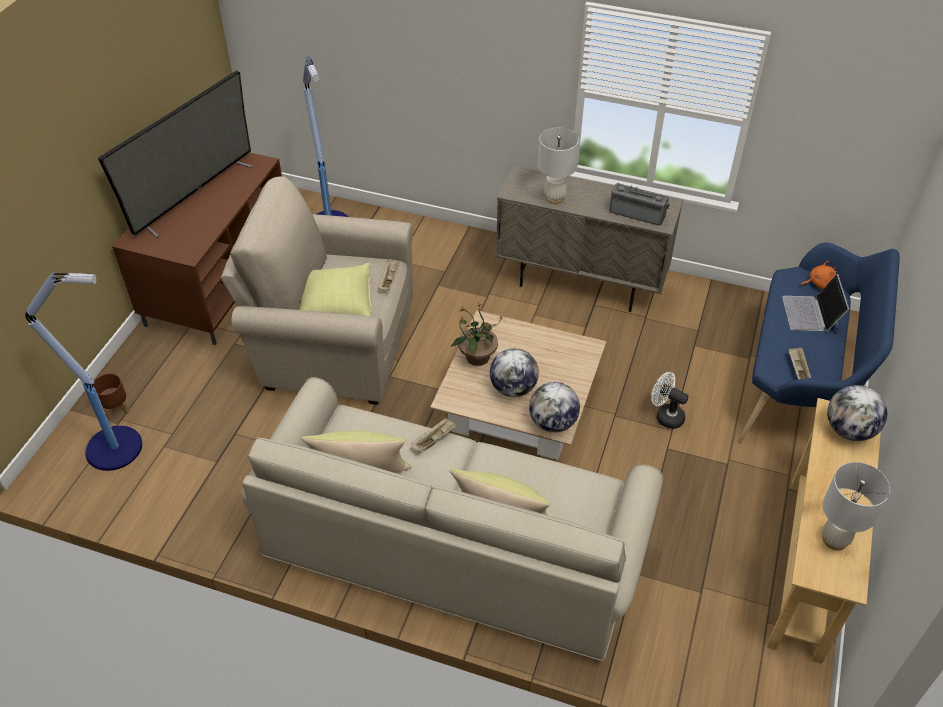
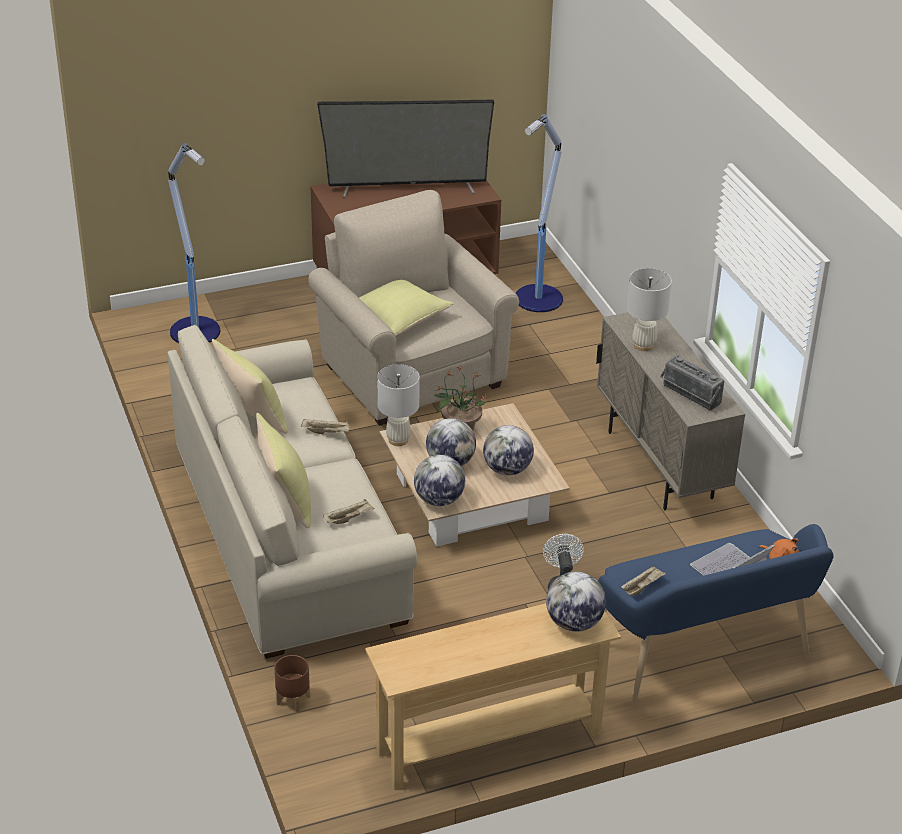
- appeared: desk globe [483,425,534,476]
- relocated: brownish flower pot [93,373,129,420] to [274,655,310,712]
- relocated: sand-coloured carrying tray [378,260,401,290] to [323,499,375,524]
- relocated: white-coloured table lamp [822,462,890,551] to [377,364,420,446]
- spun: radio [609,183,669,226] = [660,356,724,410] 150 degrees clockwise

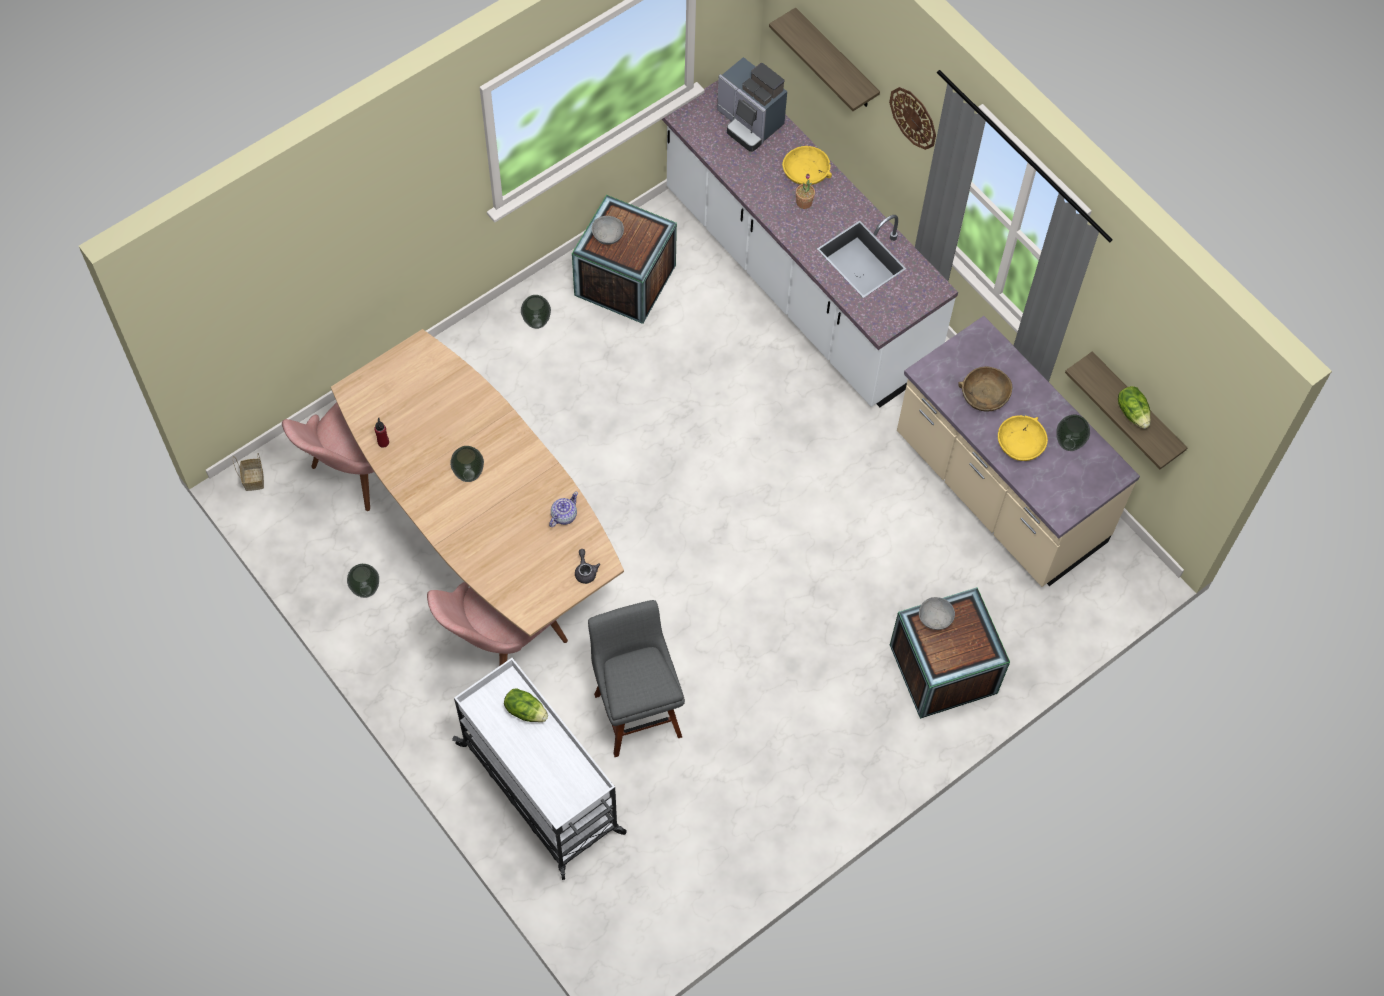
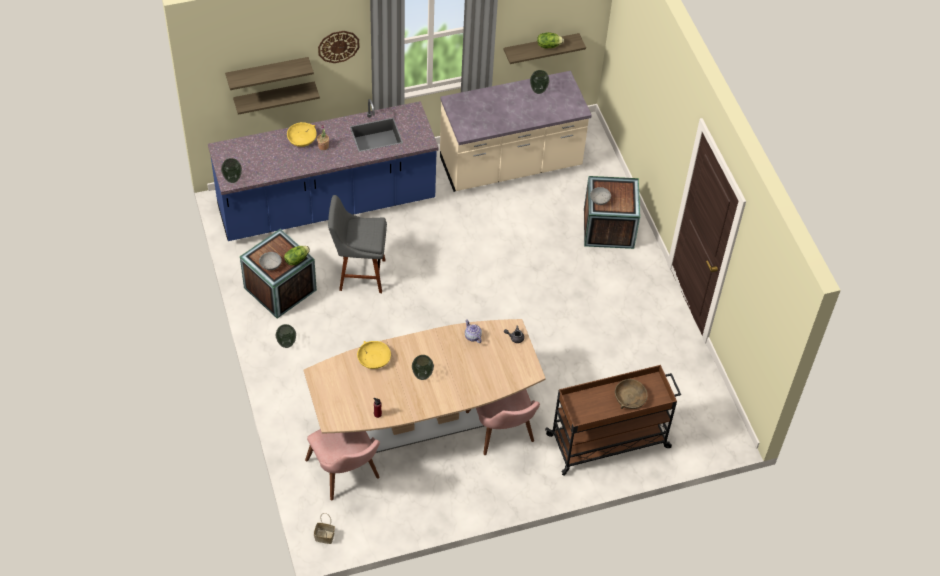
- missing: coffee machine [717,57,787,152]
- appeared: shelf [233,81,320,115]
- relocated: flower vase [347,564,379,598] to [221,158,242,183]
- relocated: head of lettuce [504,688,548,722] to [284,246,310,265]
- relocated: gray stool seat [588,600,685,757] to [328,195,387,293]
- relocated: brownish bowl [958,366,1012,412] to [615,379,648,409]
- relocated: yellowish bowl [998,415,1048,461] to [357,341,391,369]
- colour: white-coloured trolley [452,658,627,880] to brownish trolley [545,365,681,476]
- colour: white-coloured counter [662,80,958,407] to blue-coloured counter [208,99,439,241]

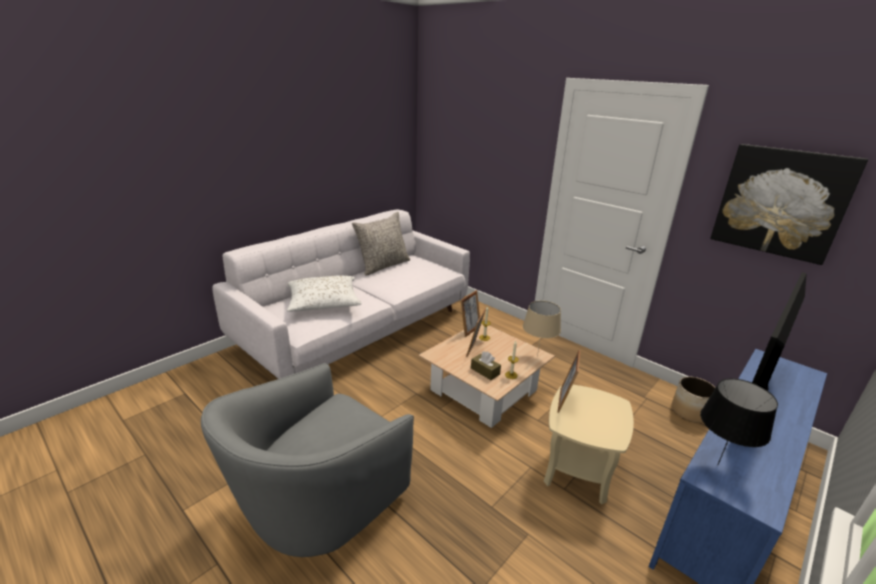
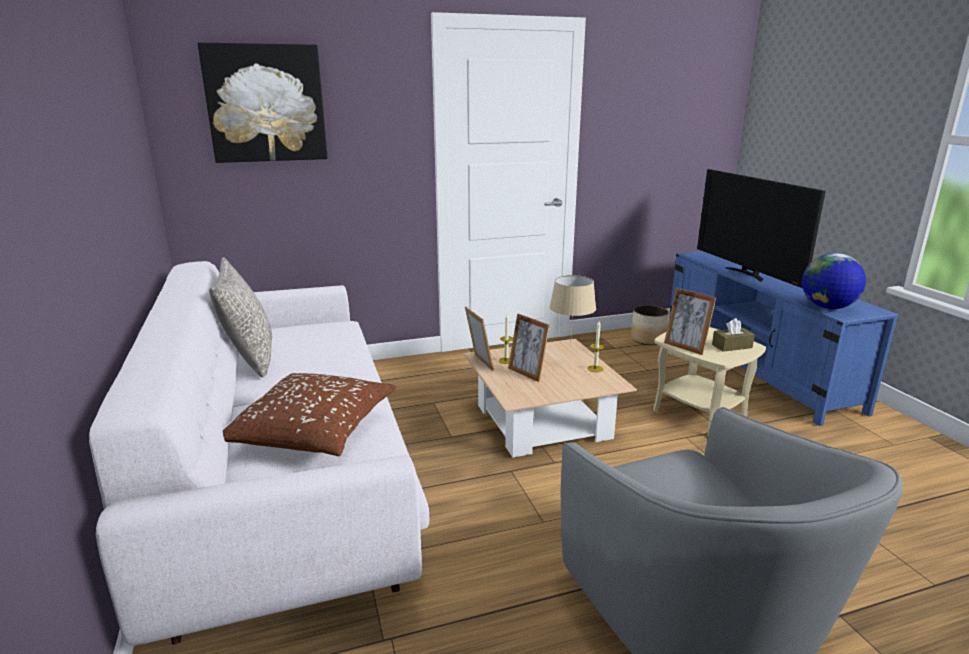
- relocated: brownish box of tissues [471,352,501,380] to [712,318,755,352]
- relocated: wall art [710,144,868,265] to [197,42,328,163]
- exchanged: blackish table lamp [700,378,778,465] to desk globe [802,253,866,309]
- colour: white-coloured pillow [287,275,362,312] to brownish pillow [223,373,396,456]

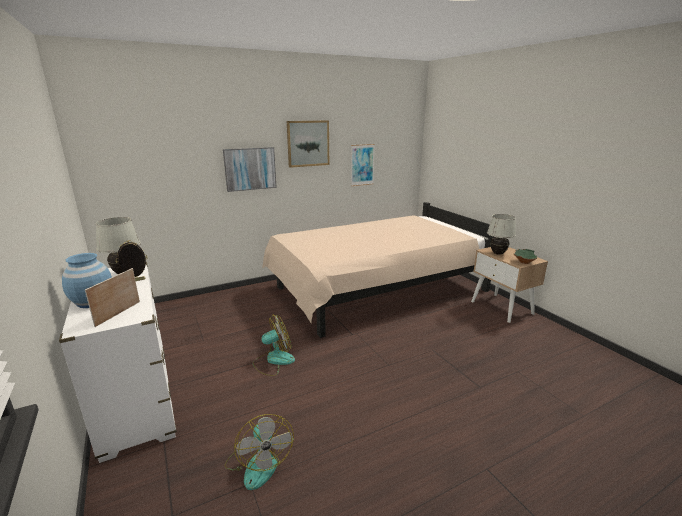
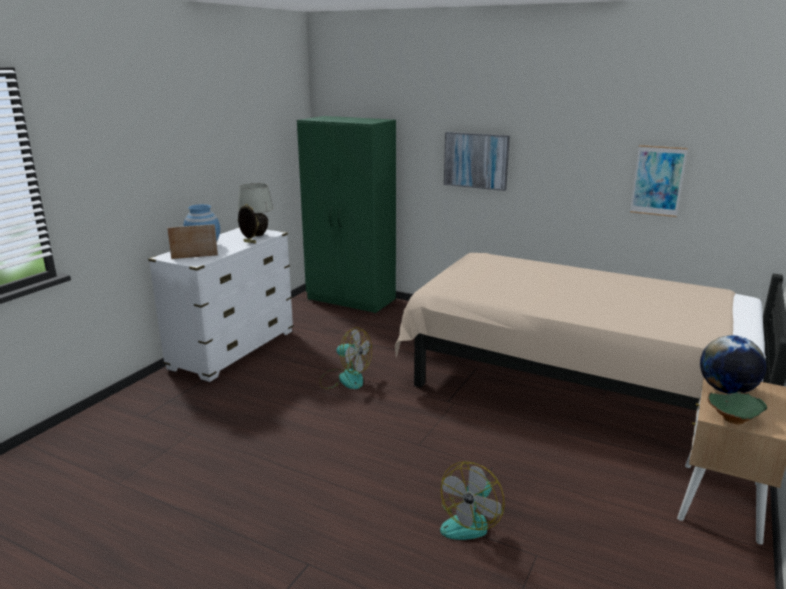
- missing: wall art [287,120,329,168]
- appeared: greenish armoire [297,116,396,313]
- relocated: fan [225,414,294,490] to [440,461,505,540]
- exchanged: white-coloured table lamp [487,214,516,255] to desk globe [700,335,766,394]

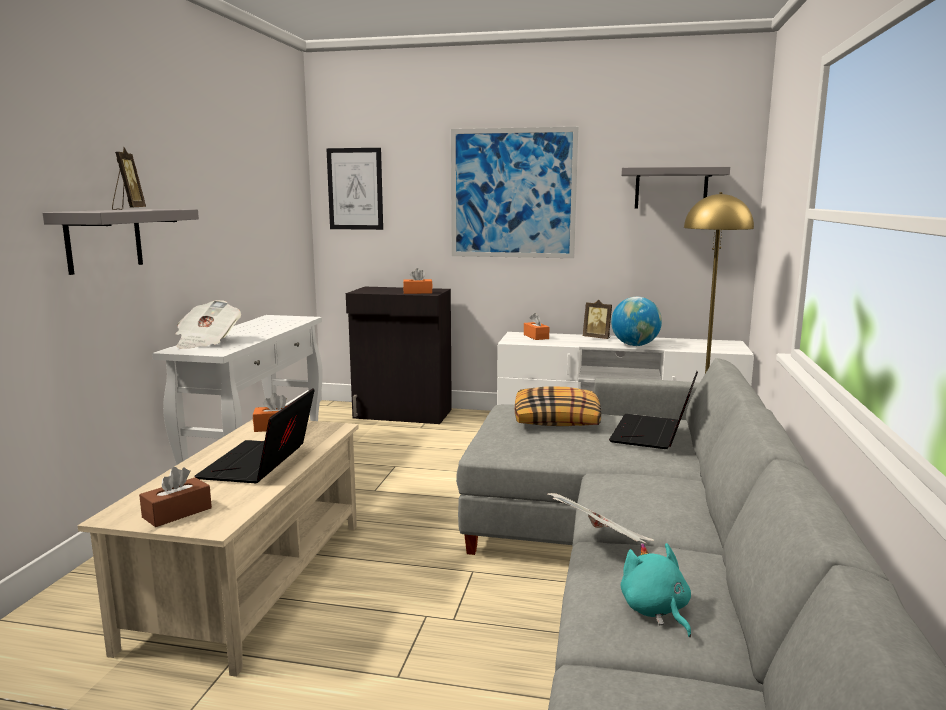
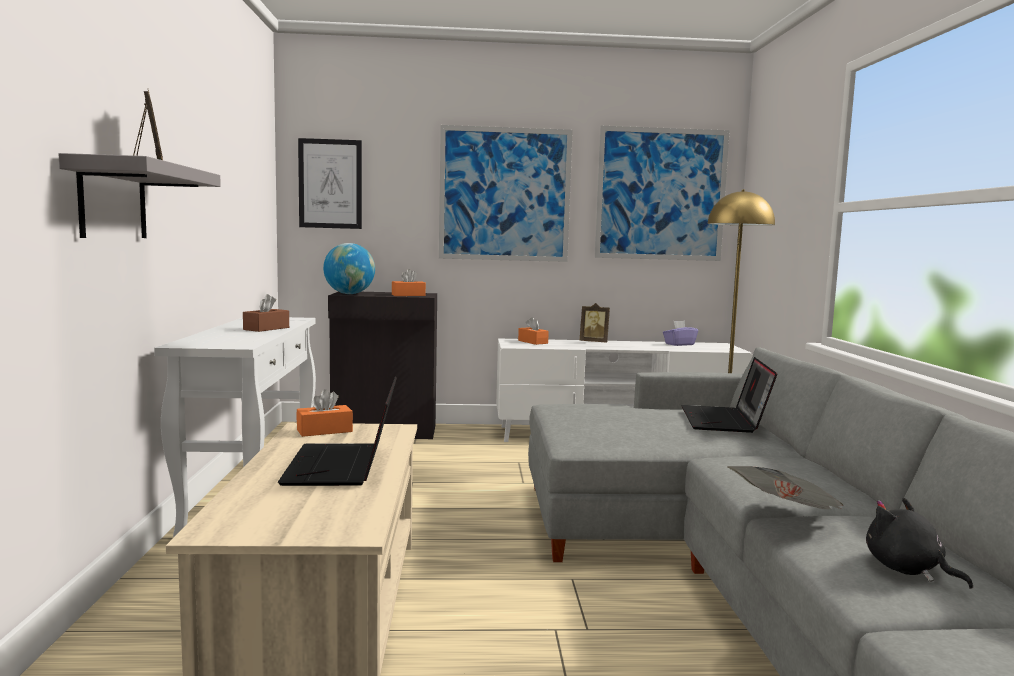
- missing: printed paper [176,300,241,349]
- missing: pillow [515,386,602,426]
- appeared: purple-coloured box of tissues [663,321,698,346]
- relocated: brownish box of tissues [139,467,212,527] to [243,294,289,332]
- relocated: desk globe [611,297,662,346] to [323,243,375,294]
- exchanged: gray shelf [621,167,730,208] to wall art [594,126,730,261]
- colour: turquoise soft toy [621,543,691,637] to blackish soft toy [866,498,973,589]

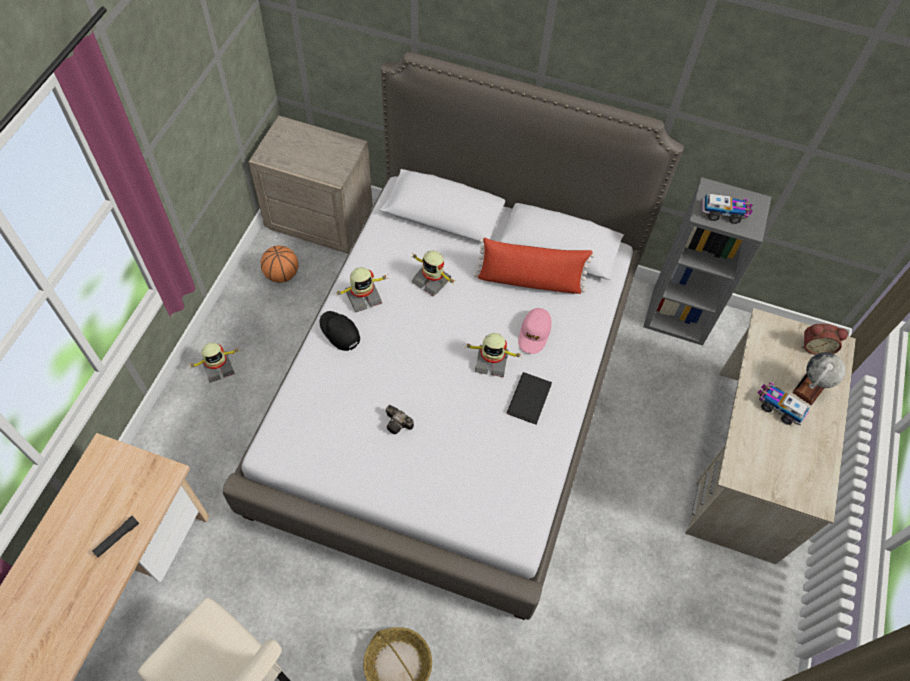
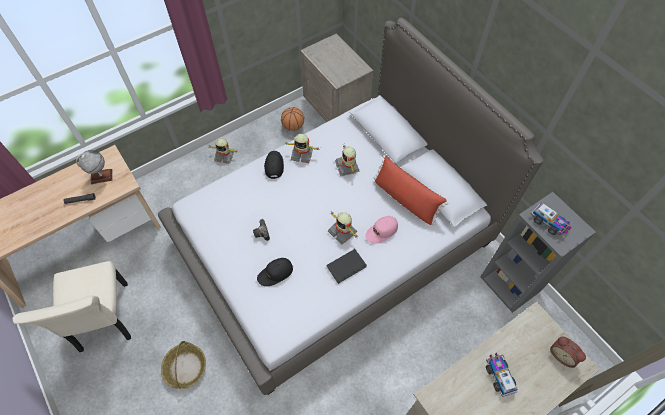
- appeared: blackish peaked cap [257,258,293,286]
- relocated: desk globe [792,352,845,405] to [76,150,113,184]

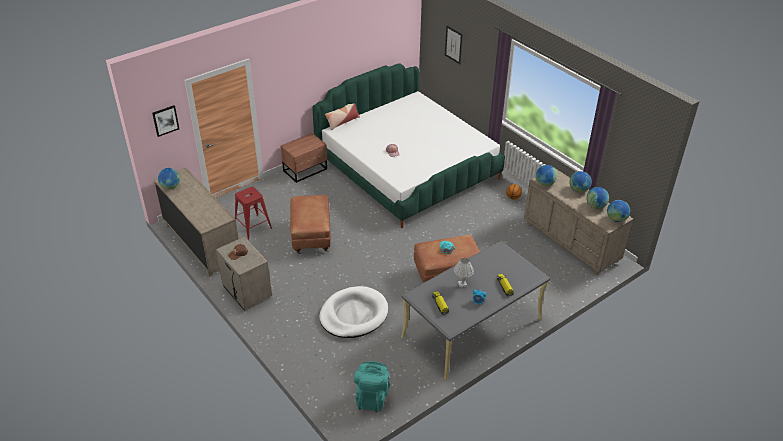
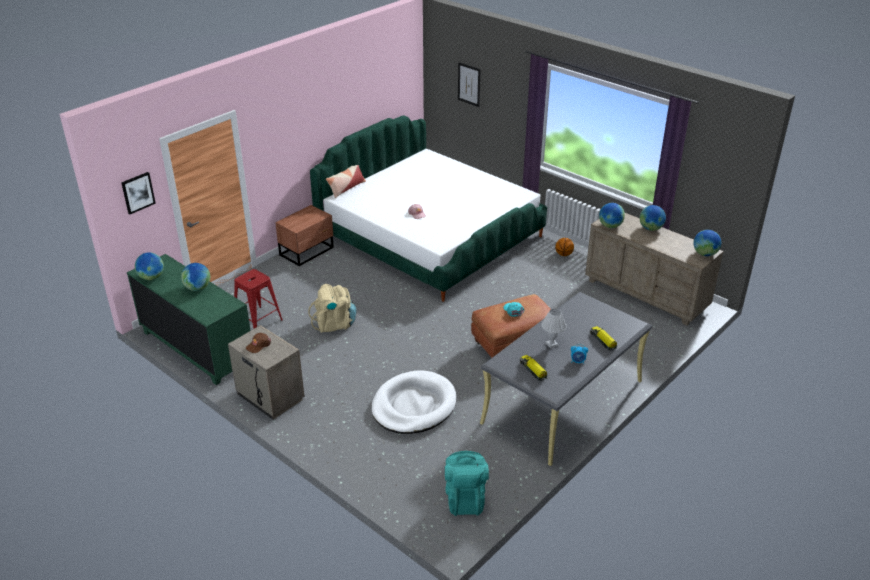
- relocated: desk globe [586,187,609,209] to [181,263,210,291]
- exchanged: brownish ottoman [290,195,331,254] to sand-coloured backpack [308,284,357,333]
- colour: sand-coloured dresser [154,168,239,277] to greenish dresser [127,254,251,385]

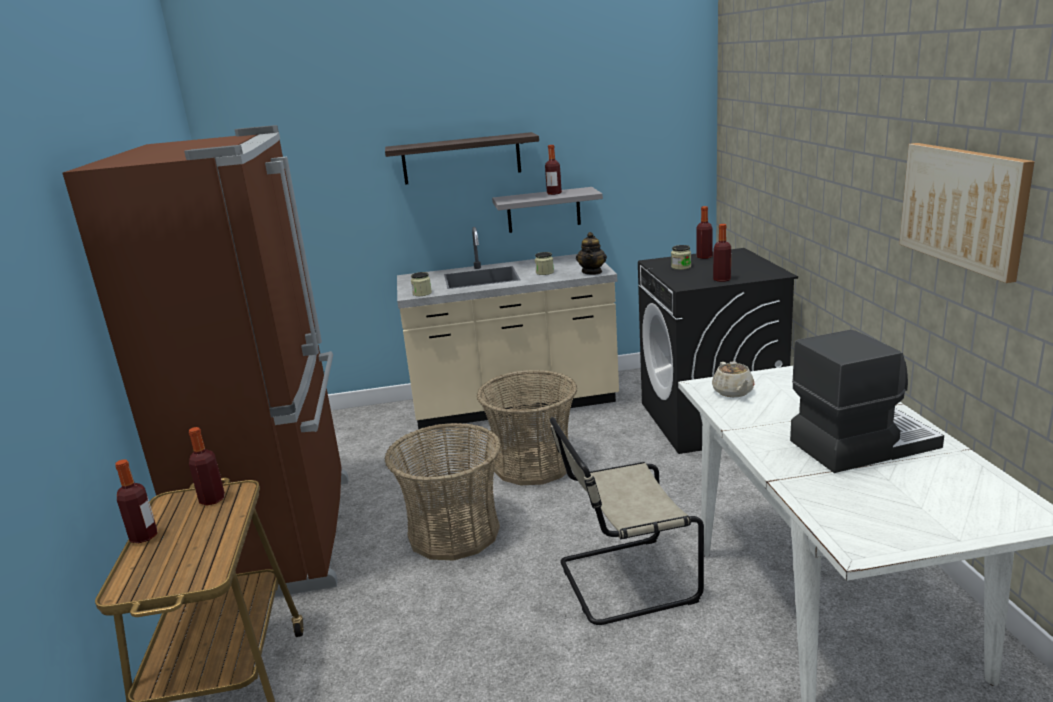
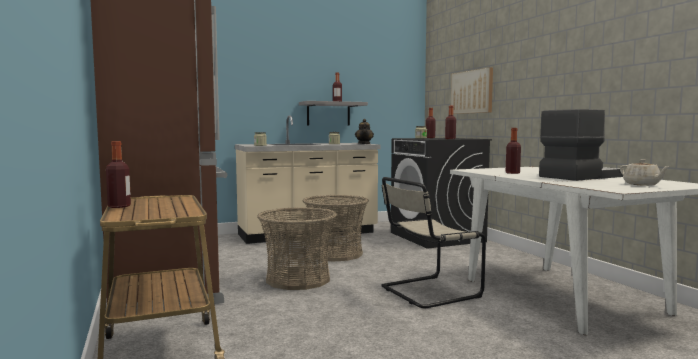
- missing: shelf [385,132,539,185]
- relocated: beverage bottle [189,427,225,506] to [506,128,521,174]
- relocated: sand-coloured pot for tea [712,361,754,397] to [620,159,671,186]
- relocated: wall art [899,143,1035,283] to [451,67,493,114]

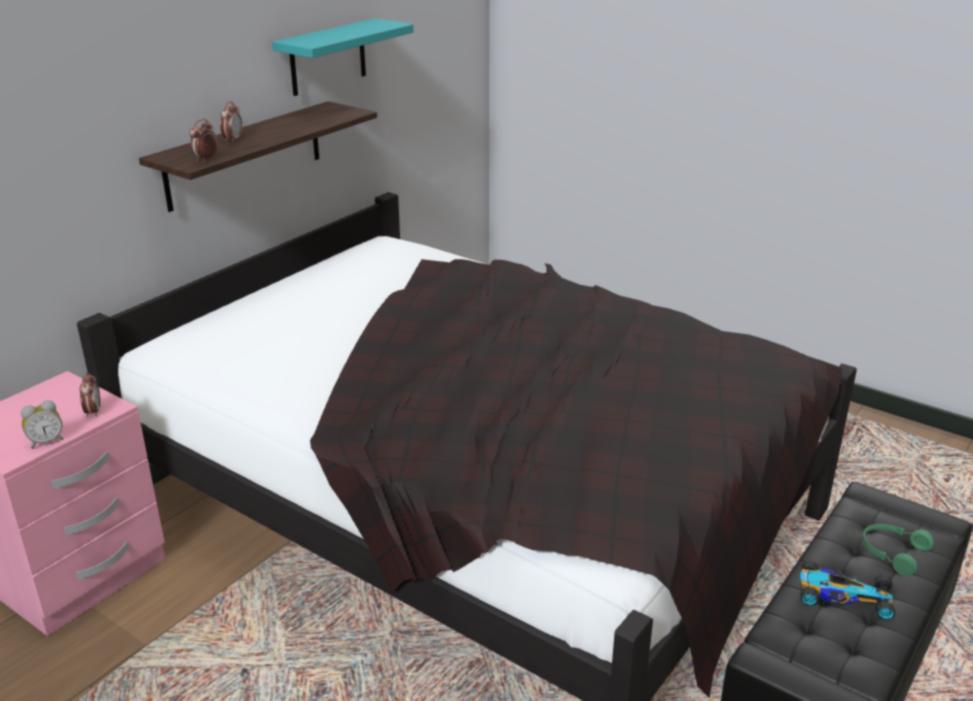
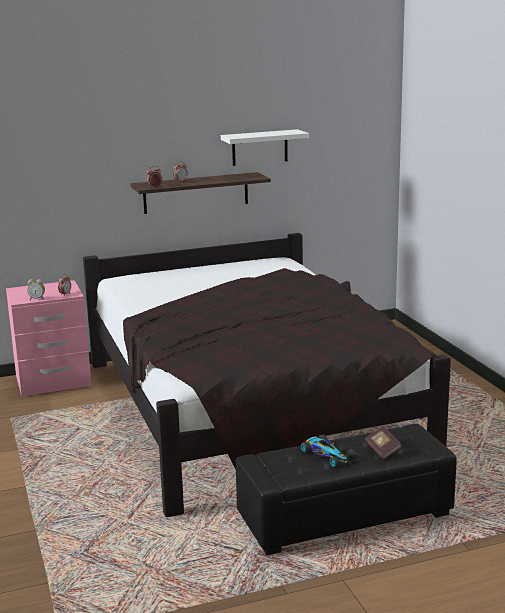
- exchanged: greenish pair of headphones [862,524,934,576] to bound book [365,426,402,459]
- colour: turquoise shelf [272,18,414,96] to white-coloured shelf [221,129,309,166]

